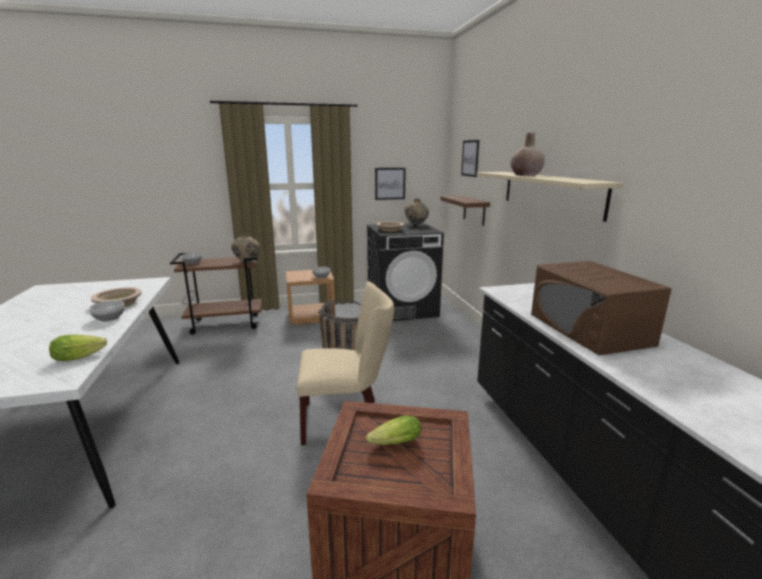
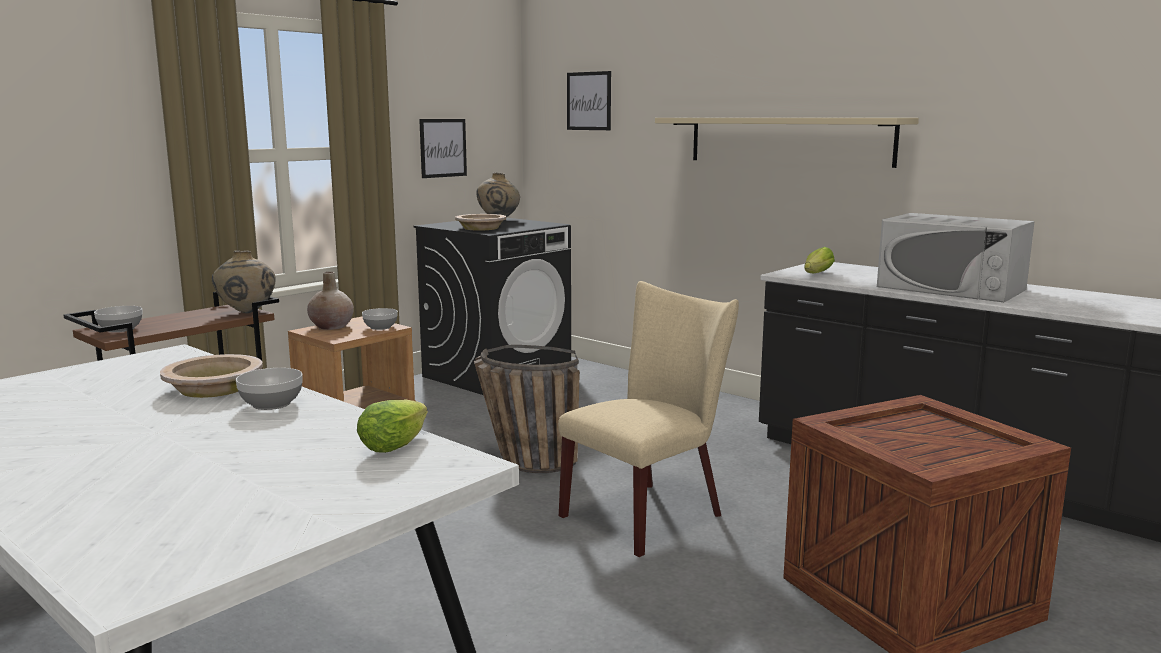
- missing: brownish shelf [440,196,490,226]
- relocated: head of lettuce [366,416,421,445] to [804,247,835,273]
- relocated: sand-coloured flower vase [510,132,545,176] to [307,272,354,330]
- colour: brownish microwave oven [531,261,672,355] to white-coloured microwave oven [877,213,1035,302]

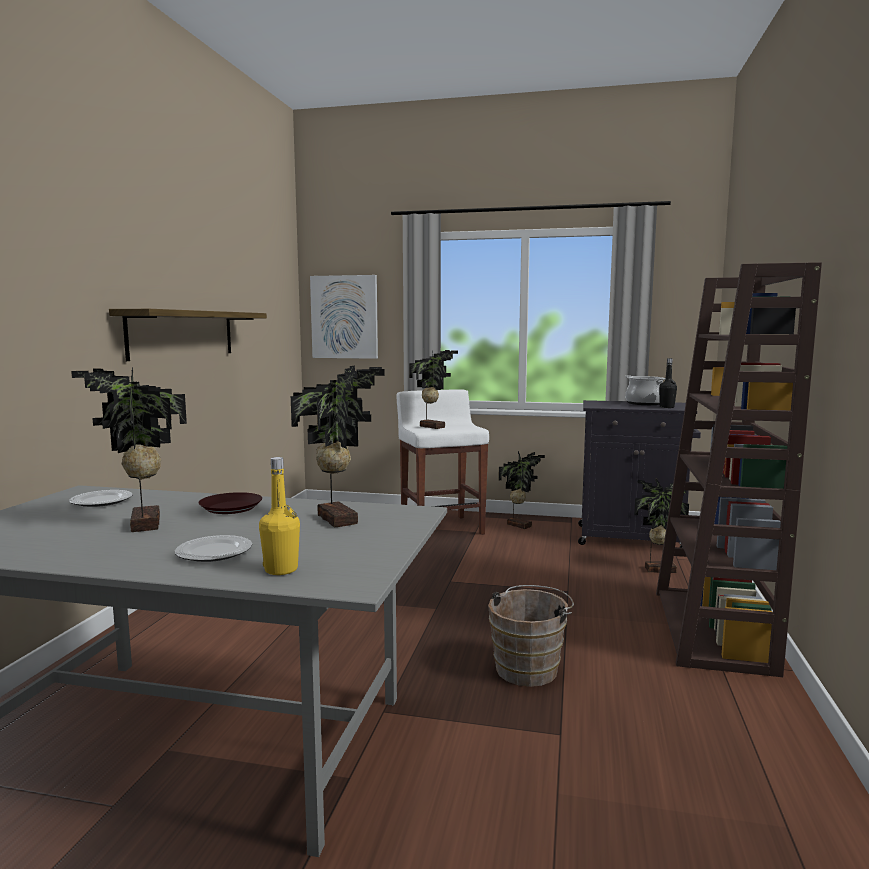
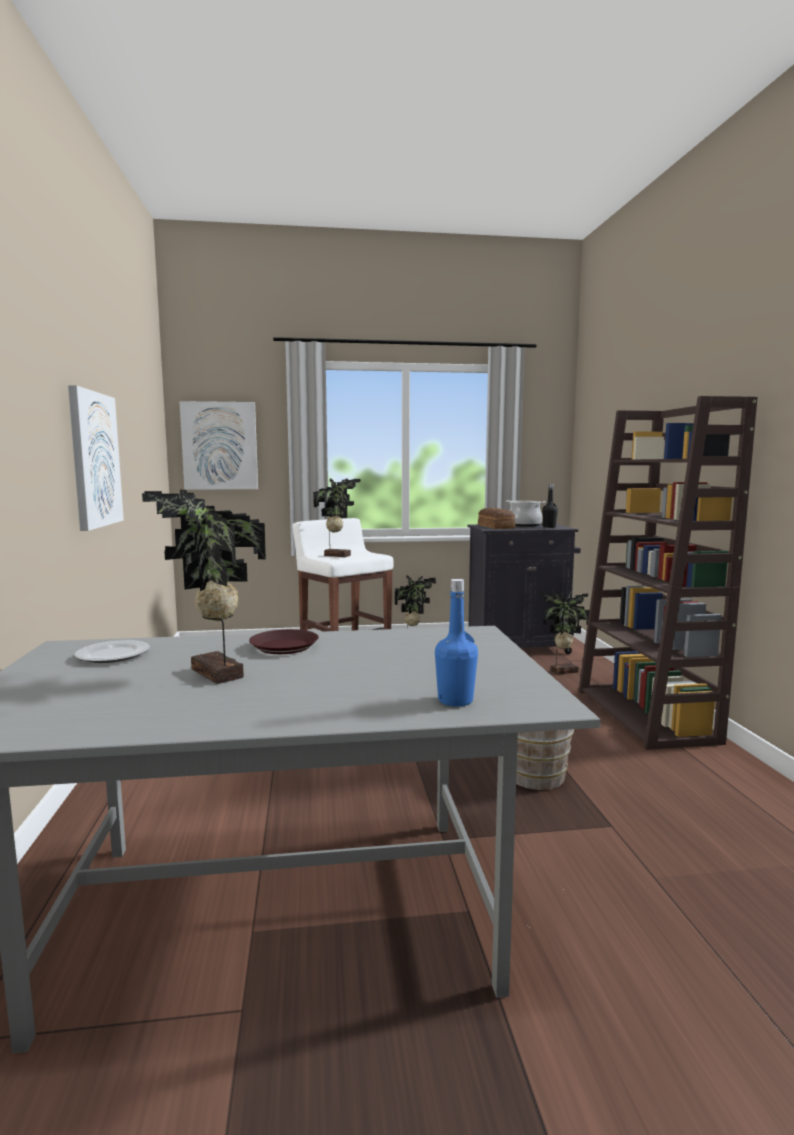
- missing: flat dish [175,535,252,562]
- missing: houseplant [291,365,385,527]
- appeared: bakery bread [478,508,515,529]
- exchanged: shelf [109,309,267,361] to wall art [68,385,124,531]
- colour: yellowish beverage bottle [259,457,300,575] to blue-coloured beverage bottle [435,579,478,707]

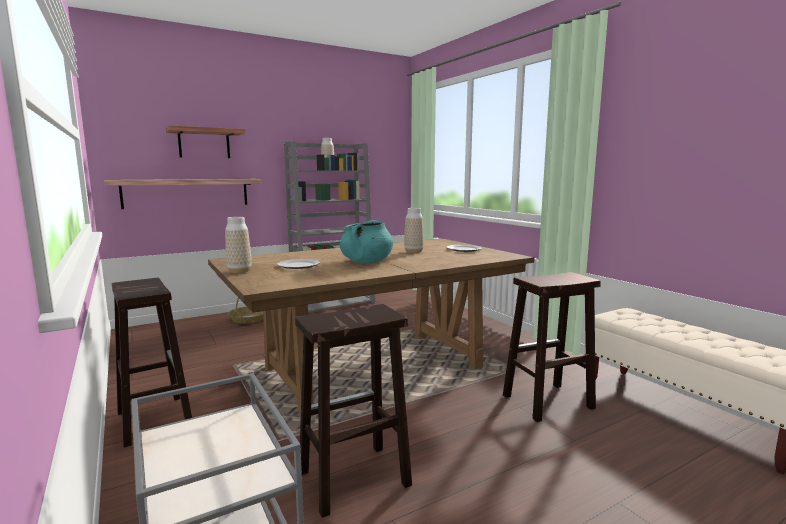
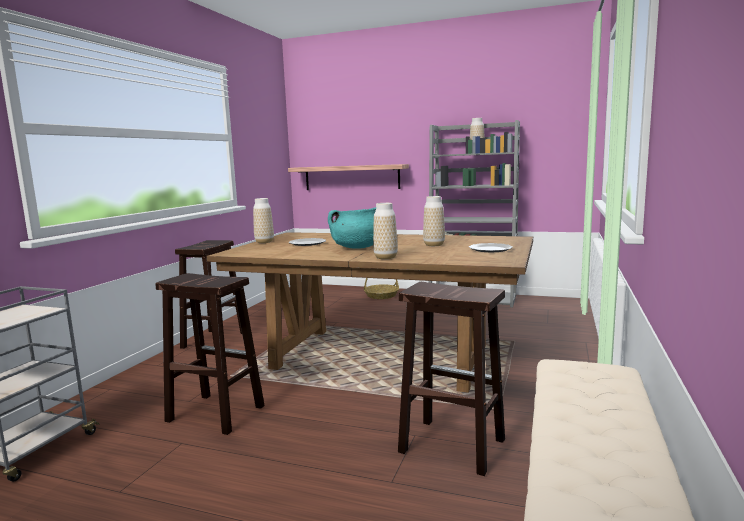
- missing: shelf [165,125,246,158]
- appeared: flower vase [373,203,398,259]

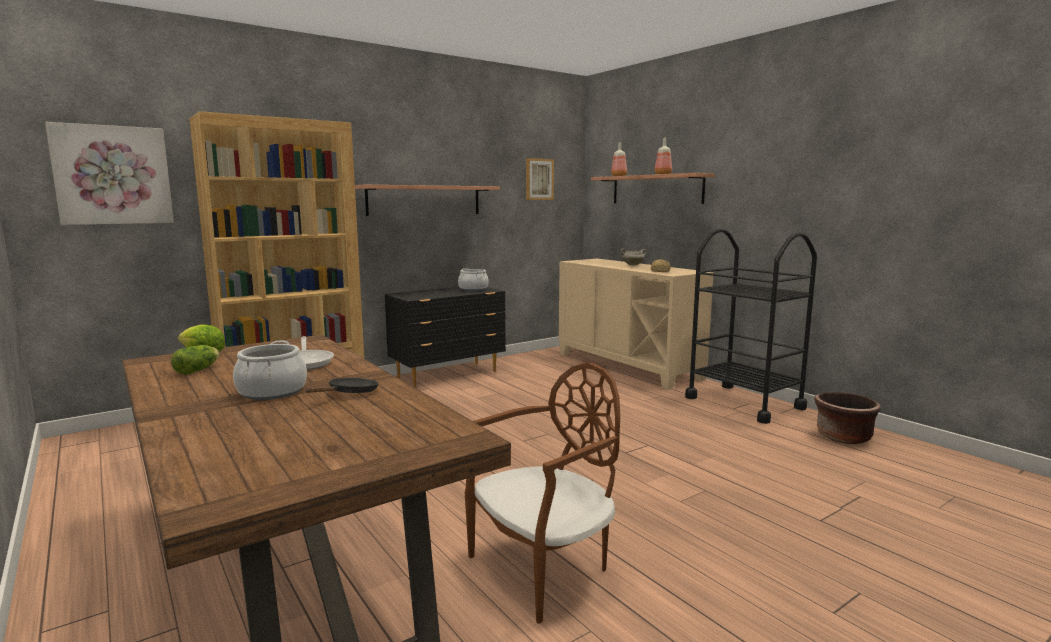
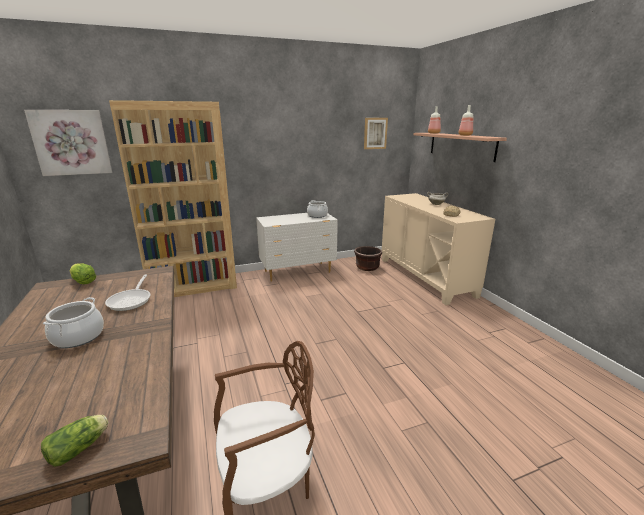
- missing: blackish frying pan [305,378,379,393]
- missing: shelf [355,185,500,216]
- missing: blackish trolley [685,228,817,424]
- relocated: head of lettuce [171,345,219,375] to [41,415,109,467]
- relocated: brownish flower pot [814,392,881,444] to [354,246,382,271]
- colour: blackish dresser [385,287,506,387] to white-coloured dresser [256,213,338,282]

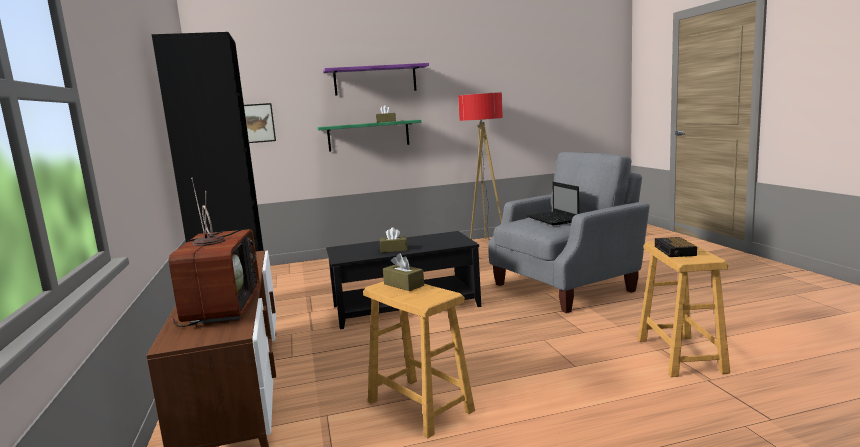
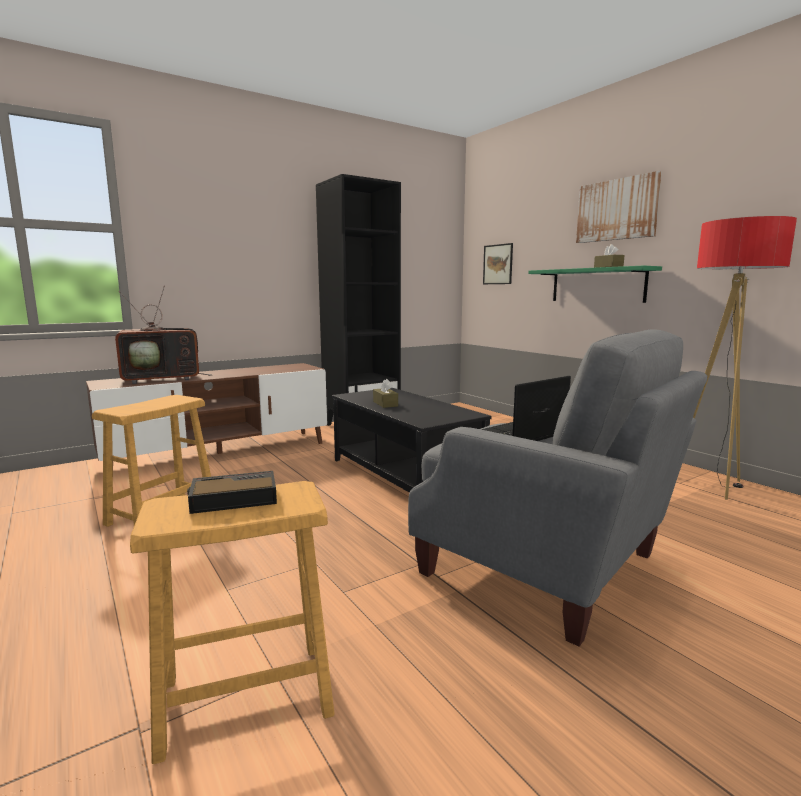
- missing: brownish box of tissues [383,253,424,291]
- exchanged: purple-coloured shelf [323,63,429,96] to wall art [576,171,662,243]

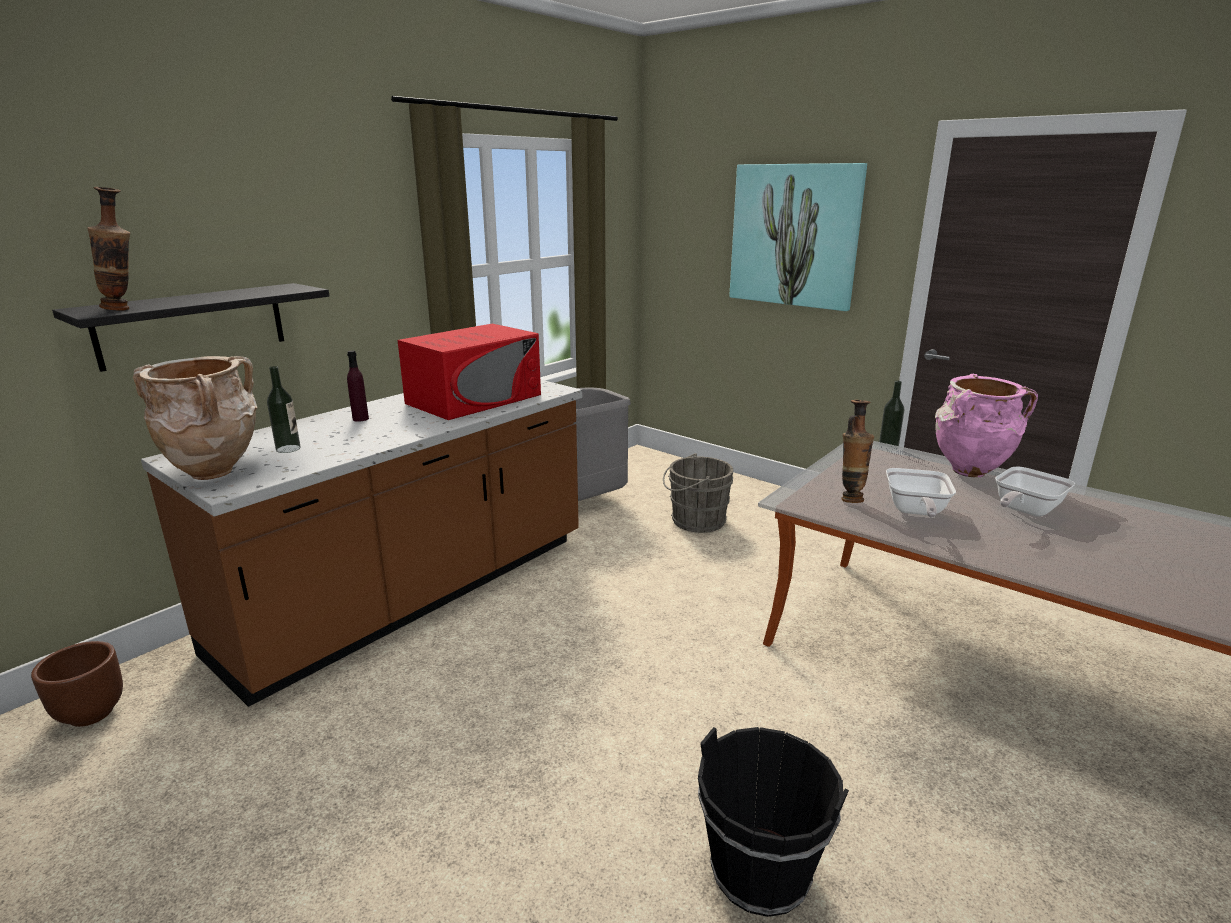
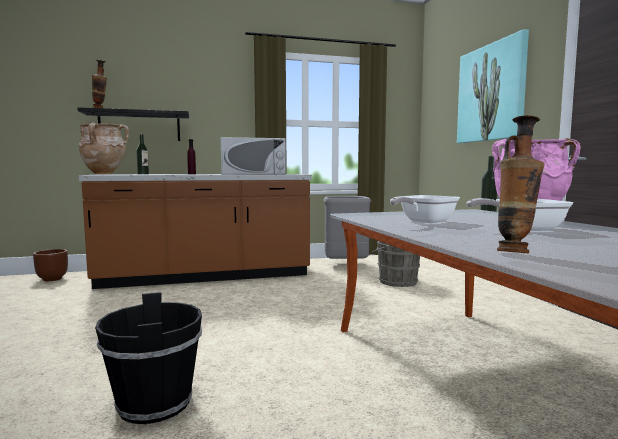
- relocated: flower vase [842,400,874,503] to [497,115,545,253]
- colour: red-coloured microwave oven [398,324,541,420] to white-coloured microwave oven [221,137,286,174]

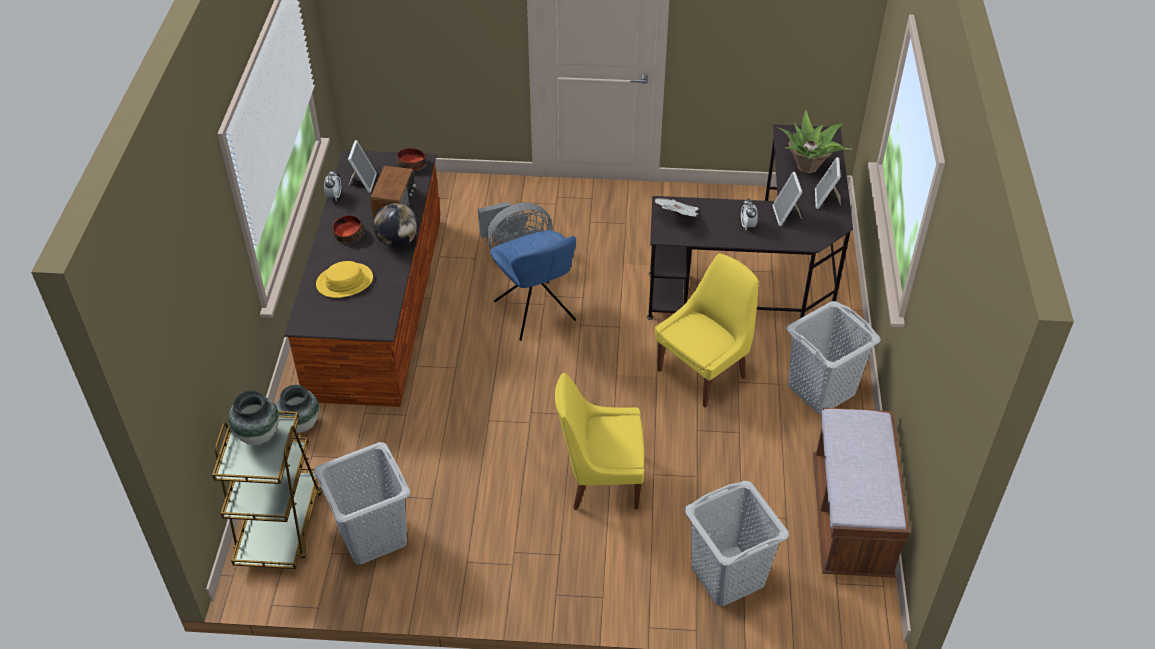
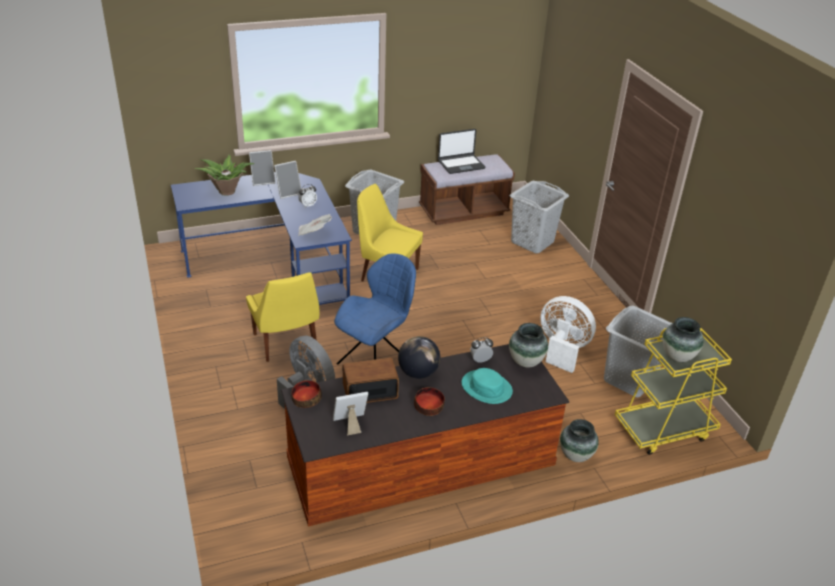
- appeared: portable computer [438,129,486,174]
- appeared: flower vase [509,323,548,368]
- appeared: white-coloured fan [540,296,596,373]
- relocated: bedside clock [324,169,341,199] to [470,338,493,363]
- relocated: yellowish chair [555,373,645,510] to [246,272,320,362]
- colour: brownish trolley [212,411,323,569] to yellowish trolley [615,328,732,455]
- colour: yellowish clothing hat [316,261,373,298] to turquoise clothing hat [461,368,513,404]
- colour: blackish desk table [647,124,853,320] to blue-coloured desk table [171,172,352,305]

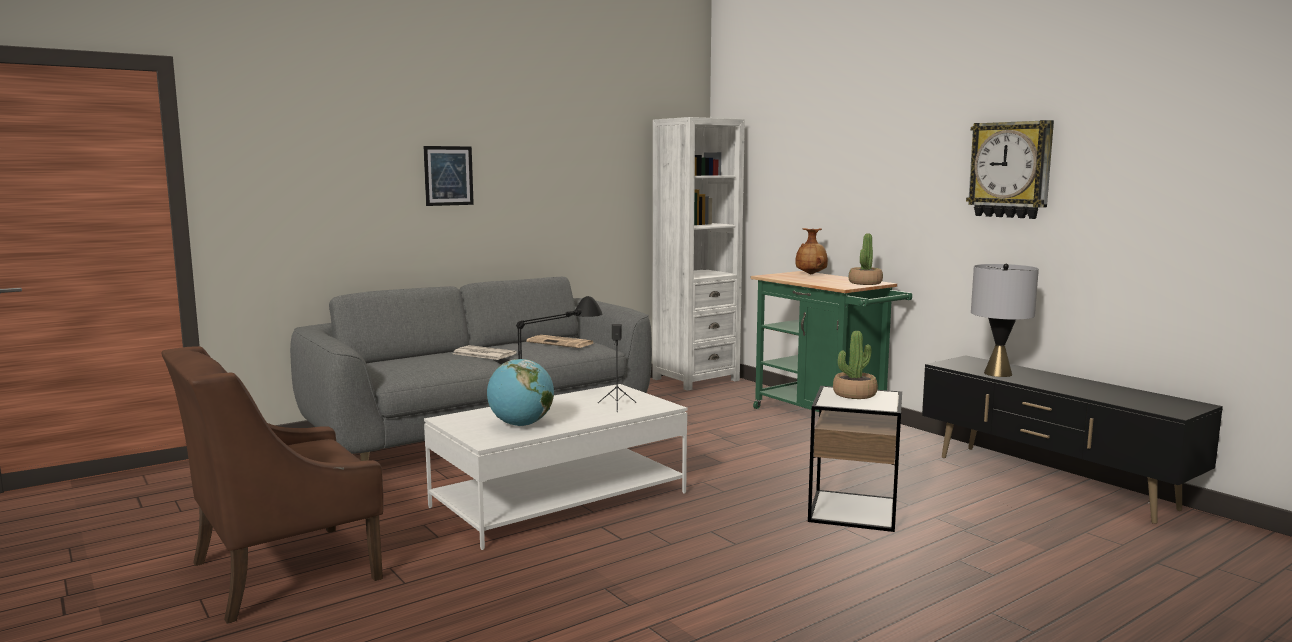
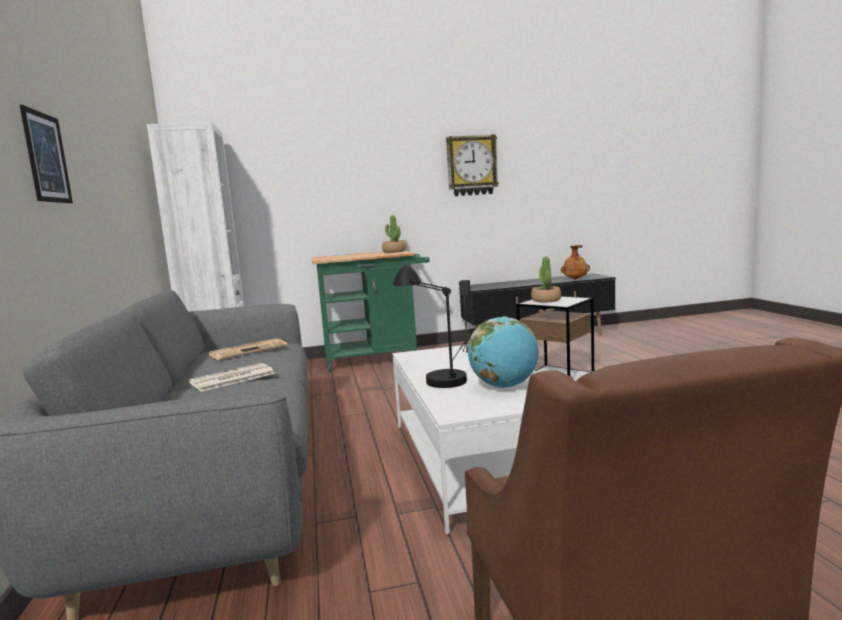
- missing: gray table lamp [971,263,1039,377]
- relocated: brownish flower vase [795,228,828,274] to [561,245,590,279]

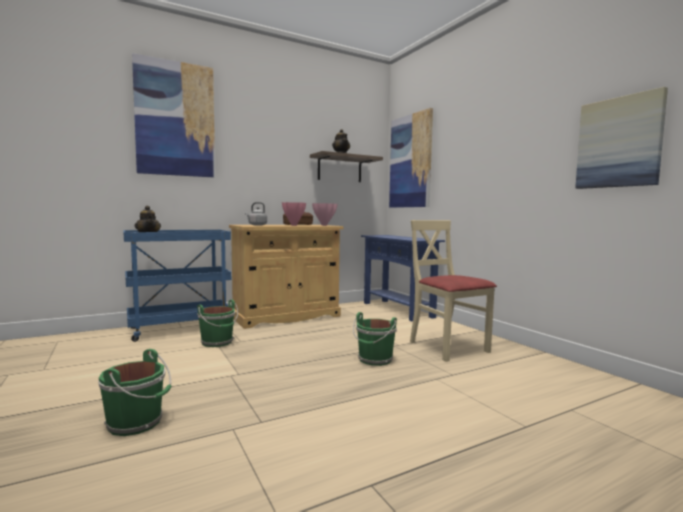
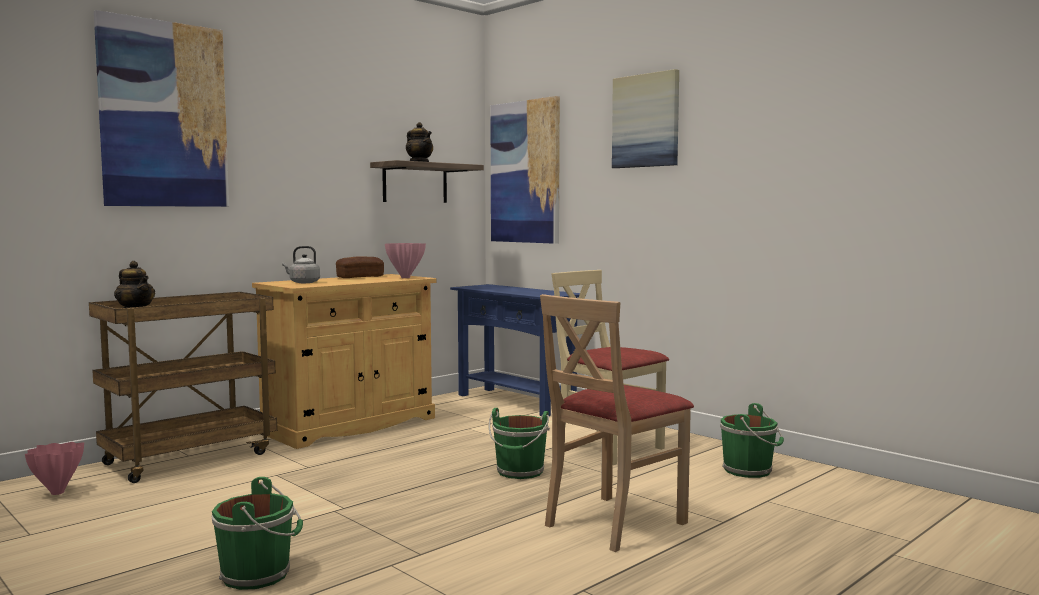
- appeared: sand-coloured chair [540,294,694,552]
- relocated: greenish pail [197,300,238,347] to [720,403,784,478]
- relocated: pinkish flower vase [282,202,306,226] to [25,442,84,495]
- relocated: wall art [575,87,668,189] to [612,69,679,168]
- colour: blue-coloured trolley [123,230,231,342] to brownish trolley [89,292,277,483]

